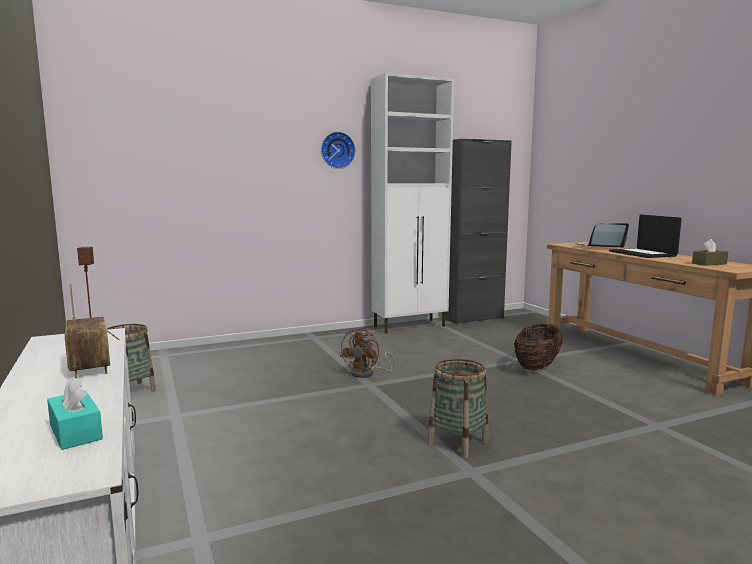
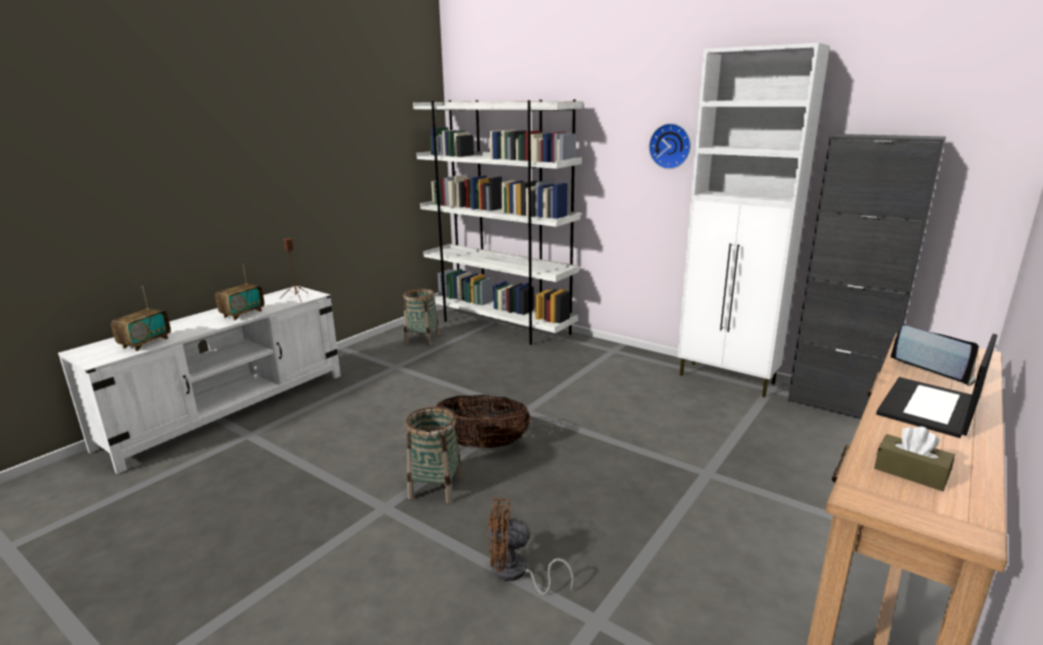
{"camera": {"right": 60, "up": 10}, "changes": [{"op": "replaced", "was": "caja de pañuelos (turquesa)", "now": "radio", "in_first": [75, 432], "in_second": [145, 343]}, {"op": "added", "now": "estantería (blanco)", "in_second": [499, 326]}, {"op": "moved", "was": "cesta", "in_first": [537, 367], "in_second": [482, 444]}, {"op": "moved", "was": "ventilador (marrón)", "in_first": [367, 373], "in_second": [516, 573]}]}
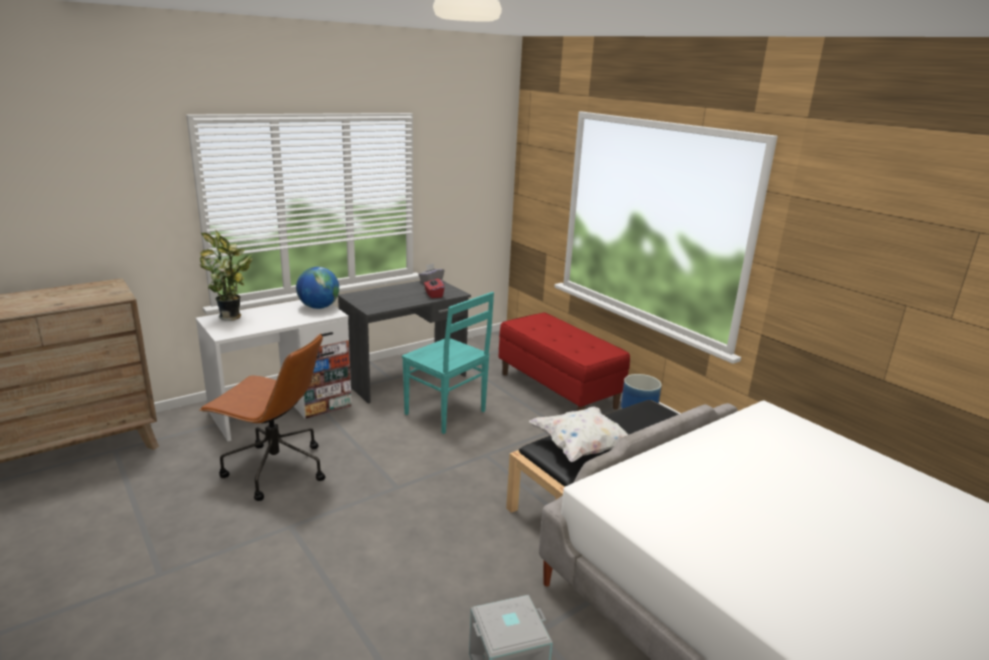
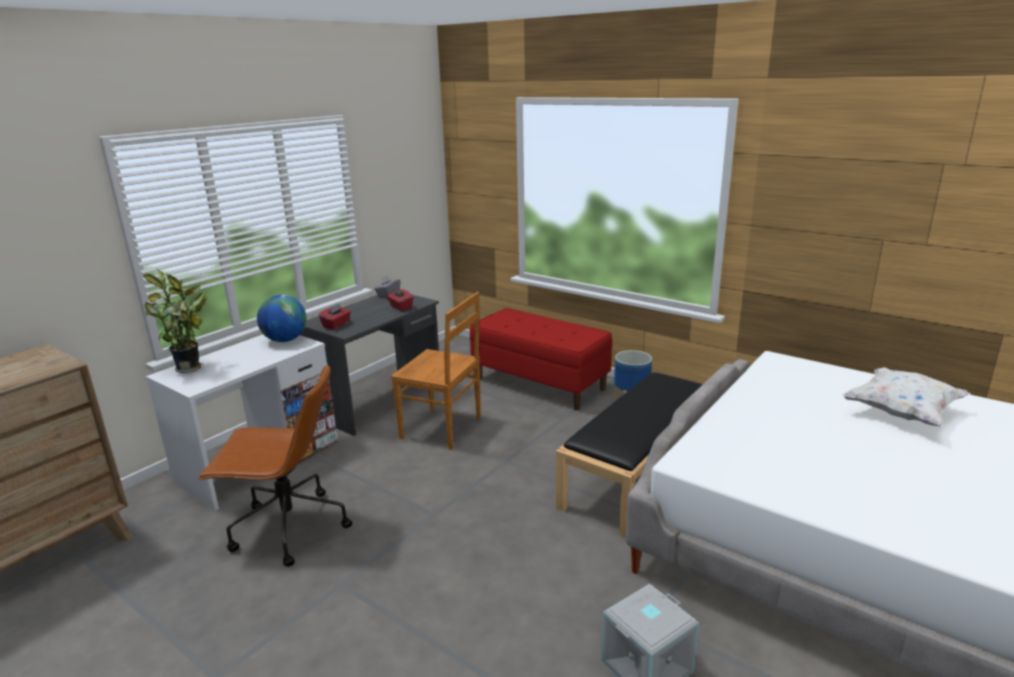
{"camera": {"right": -15, "up": 0}, "changes": [{"op": "added", "now": "caja de pañuelos (rojo)", "in_second": [336, 325]}, {"op": "recoloured", "was": "silla (turquesa)", "now": "silla (marrón)", "in_first": [446, 413], "in_second": [443, 429]}, {"op": "moved", "was": "cojín (blanco)", "in_first": [582, 448], "in_second": [902, 413]}]}
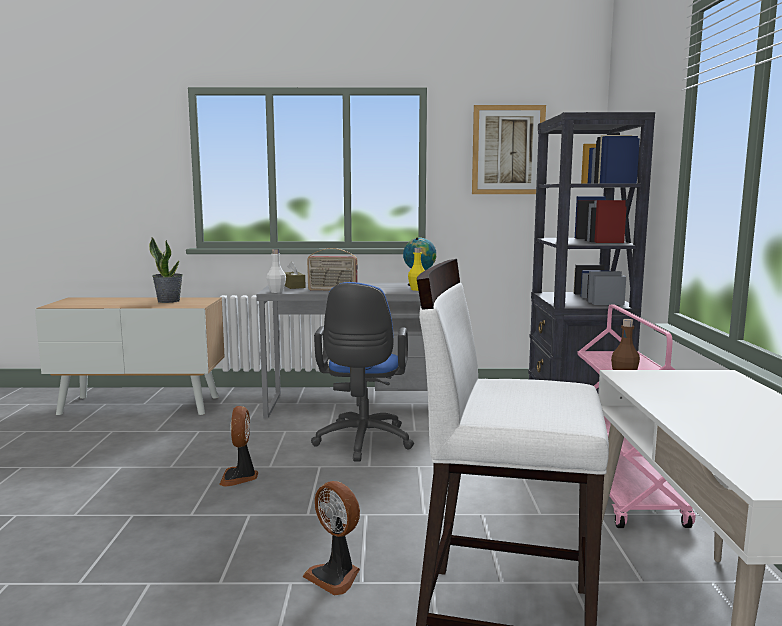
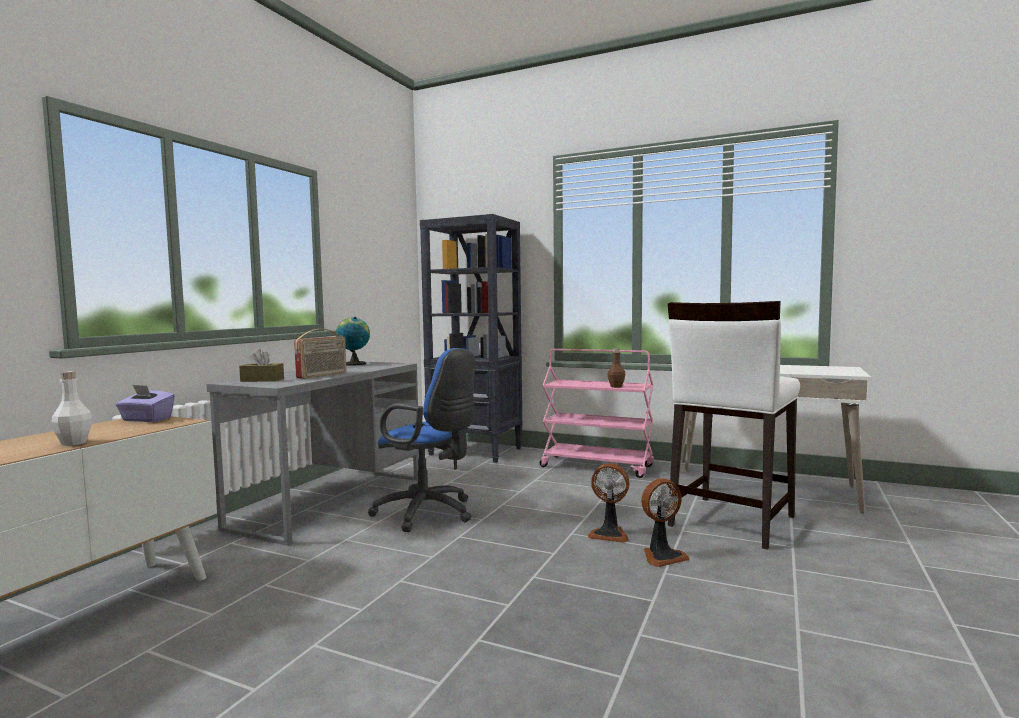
{"camera": {"right": -65, "up": -5}, "changes": [{"op": "moved", "was": "botella (blanco)", "in_first": [276, 292], "in_second": [74, 443]}, {"op": "added", "now": "caja de pañuelos (morado)", "in_second": [146, 419]}, {"op": "moved", "was": "ventilador", "in_first": [240, 477], "in_second": [609, 534]}, {"op": "removed", "was": "planta en maceta", "in_first": [169, 301]}, {"op": "removed", "was": "botella (amarillo)", "in_first": [417, 289]}, {"op": "removed", "was": "cuadro", "in_first": [508, 150]}]}
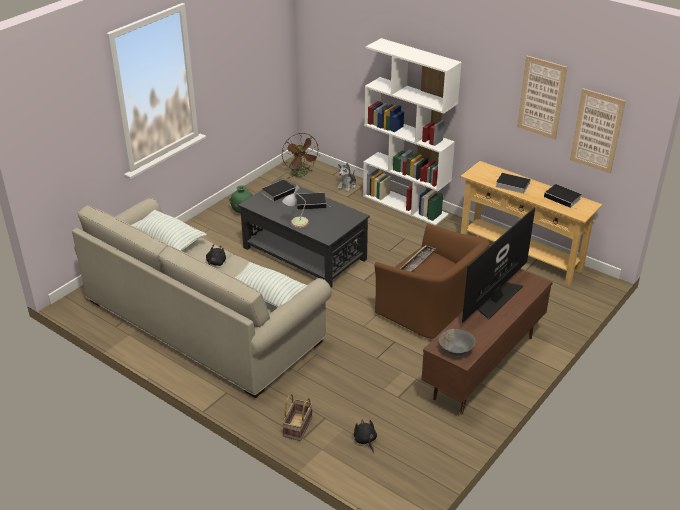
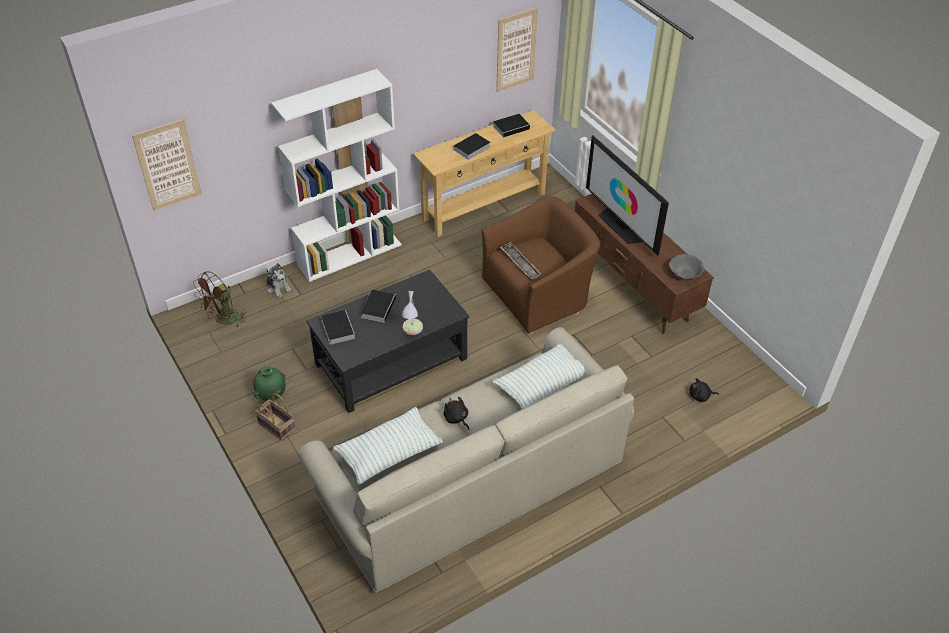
{"camera": {"right": -70, "up": 10}, "changes": [{"op": "moved", "was": "cuadro", "in_first": [541, 97], "in_second": [167, 165]}, {"op": "turned", "was": "ventilador (marrón)", "in_first": [301, 174], "in_second": [224, 320], "clockwise": 135}, {"op": "moved", "was": "cesta", "in_first": [298, 427], "in_second": [278, 426]}]}
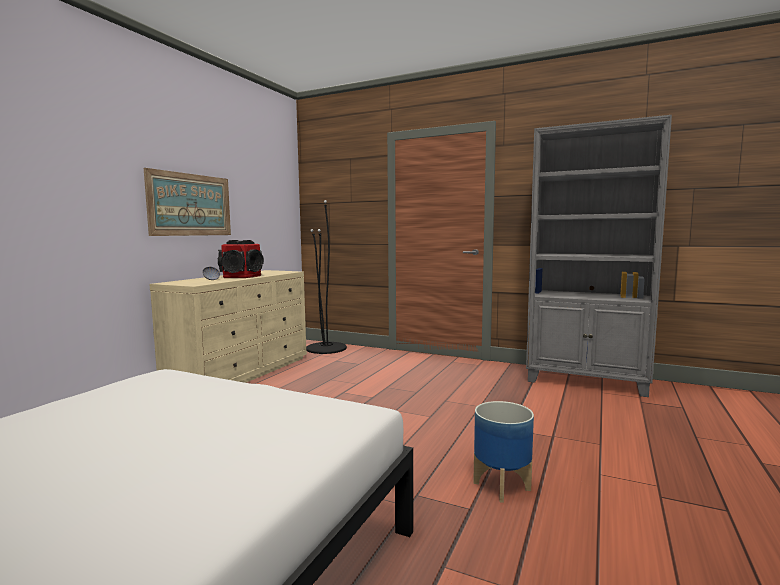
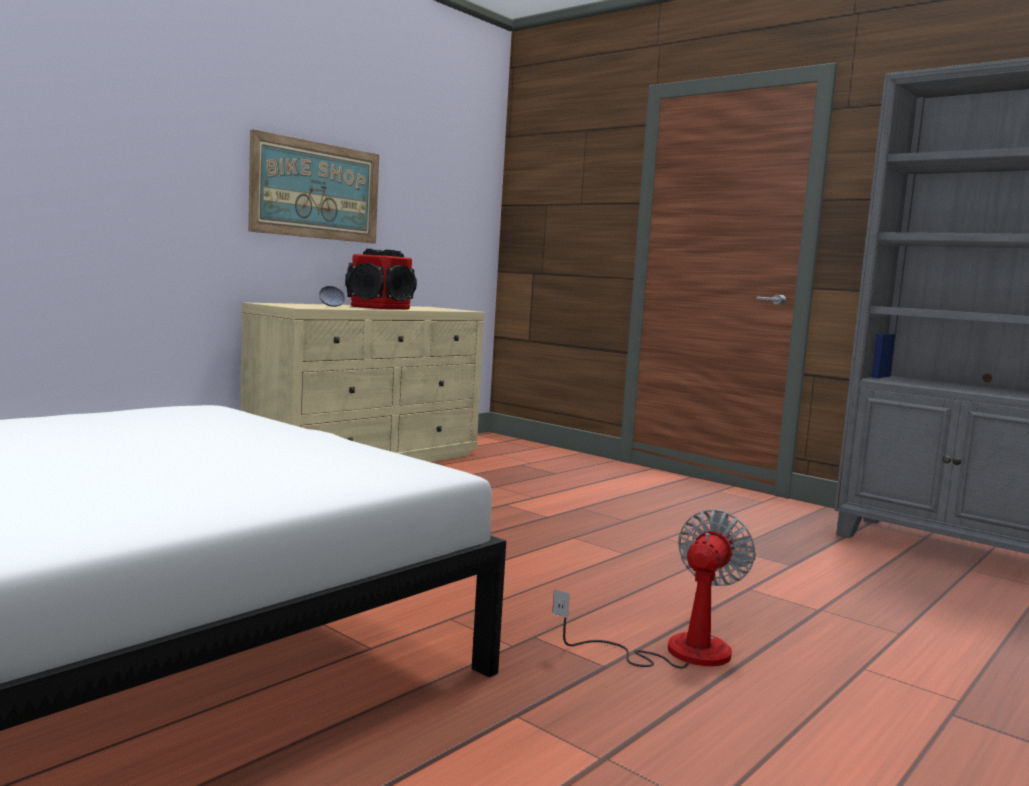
{"camera": {"right": 15, "up": 0}, "changes": [{"op": "replaced", "was": "maceta", "now": "ventilador", "in_first": [501, 486], "in_second": [675, 651]}, {"op": "removed", "was": "lámpara de pie (negro)", "in_first": [326, 348]}]}
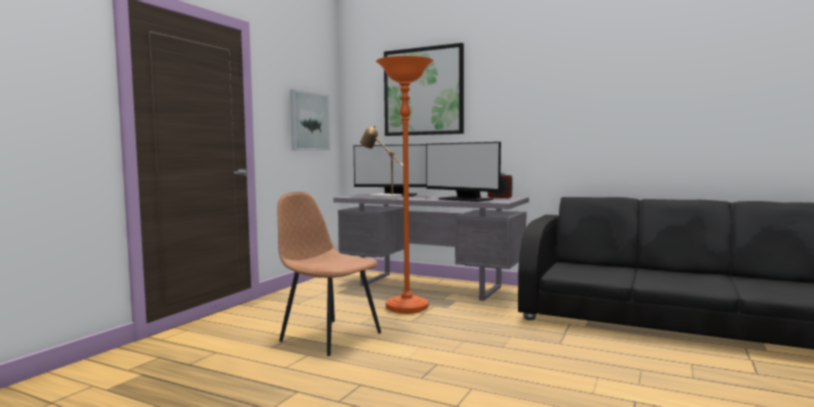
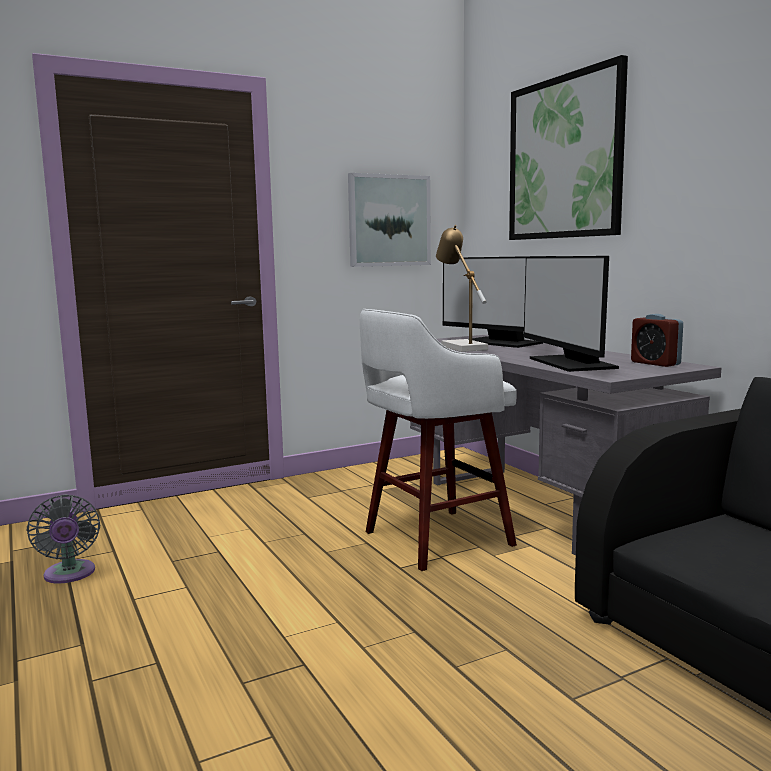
{"camera": {"right": 35, "up": 5}, "changes": [{"op": "added", "now": "ventilador (gris)", "in_second": [69, 575]}, {"op": "replaced", "was": "lámpara de pie (naranja)", "now": "taburete (blanco)", "in_first": [407, 307], "in_second": [433, 539]}, {"op": "removed", "was": "silla (marrón)", "in_first": [329, 336]}]}
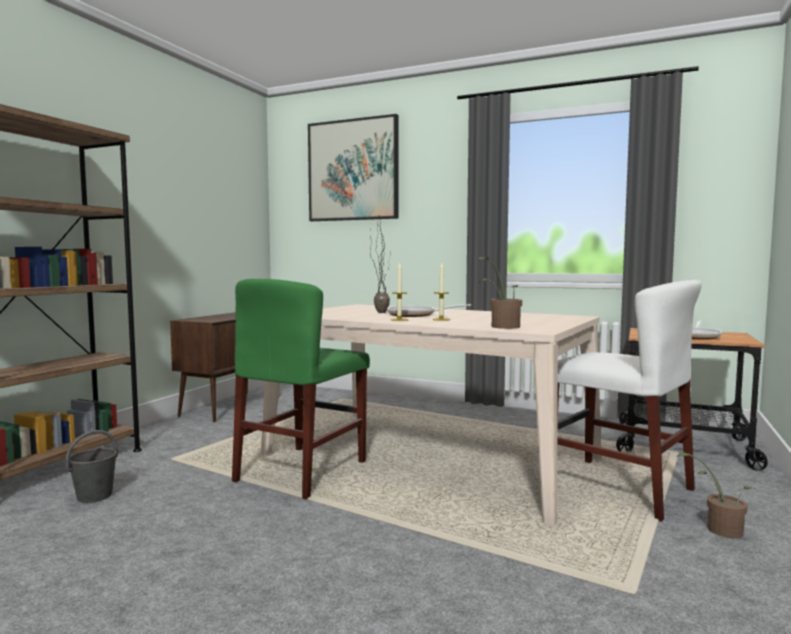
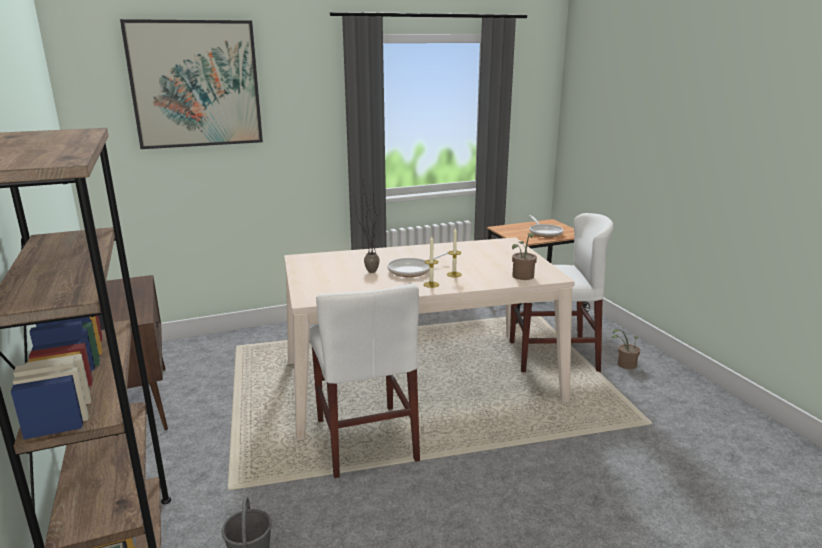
{"camera": {"right": -45, "up": 15}, "changes": [{"op": "recoloured", "was": "silla (verde)", "now": "silla (blanco)", "in_first": [302, 471], "in_second": [365, 439]}]}
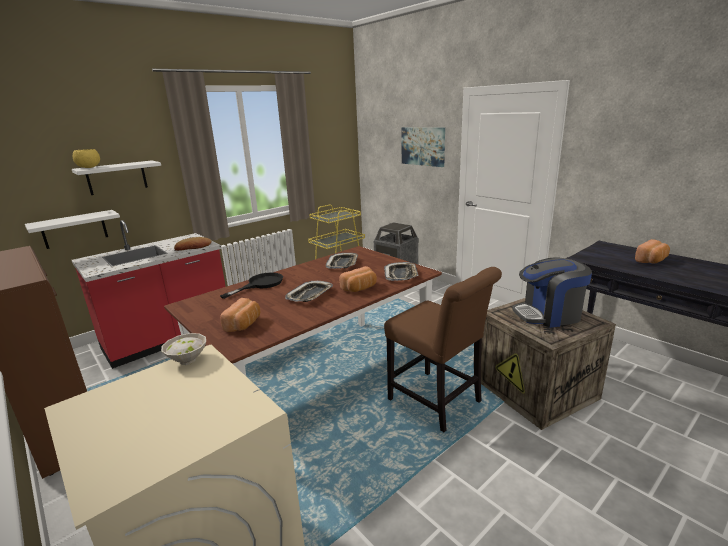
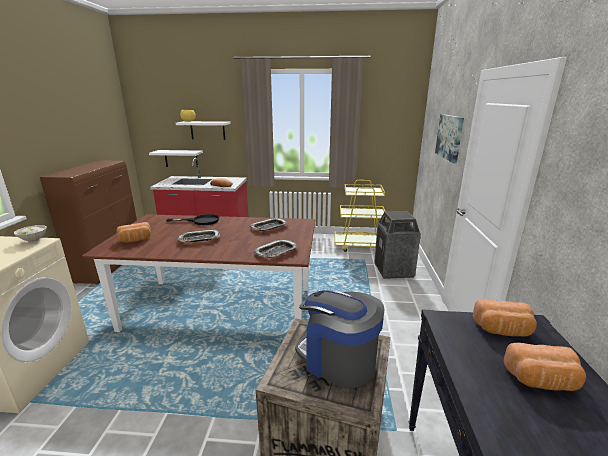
{"camera": {"right": 45, "up": 0}, "changes": [{"op": "moved", "was": "pan", "in_first": [360, 288], "in_second": [502, 330]}, {"op": "removed", "was": "silla (marrón)", "in_first": [438, 403]}]}
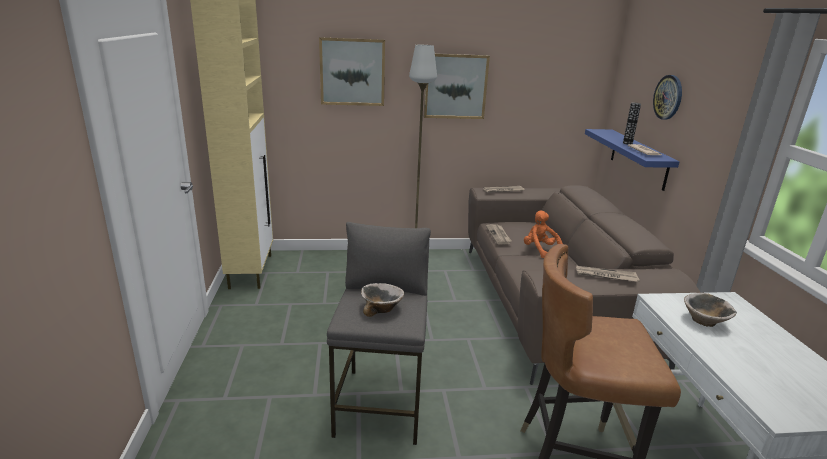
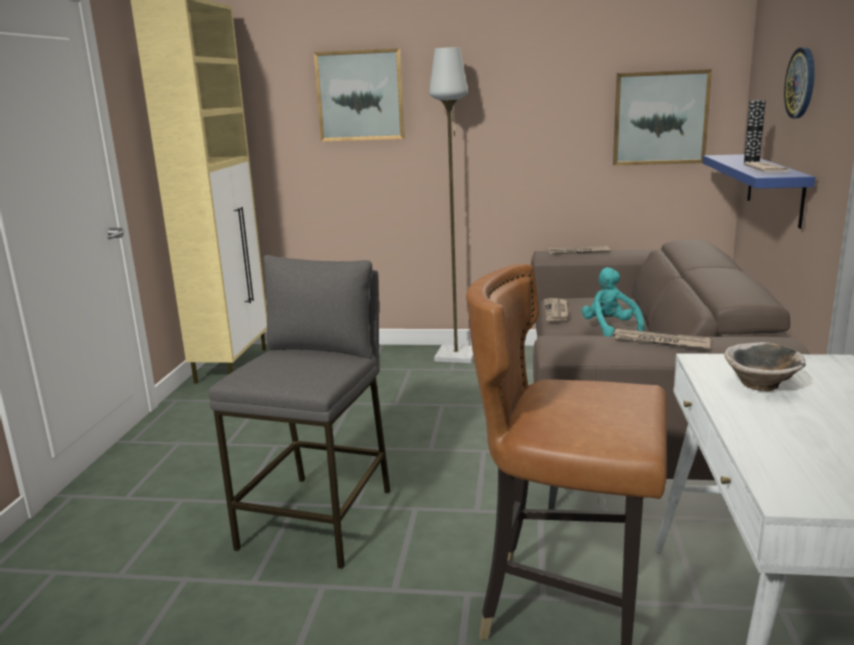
{"camera": {"right": 15, "up": -5}, "changes": [{"op": "recoloured", "was": "peluche (naranja)", "now": "peluche (turquesa)", "in_first": [540, 250], "in_second": [610, 328]}, {"op": "moved", "was": "cuadro", "in_first": [455, 86], "in_second": [660, 118]}, {"op": "removed", "was": "cuenco", "in_first": [381, 308]}]}
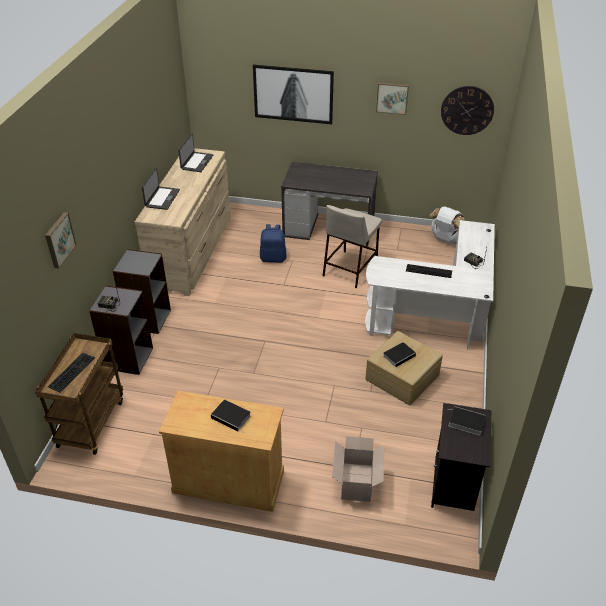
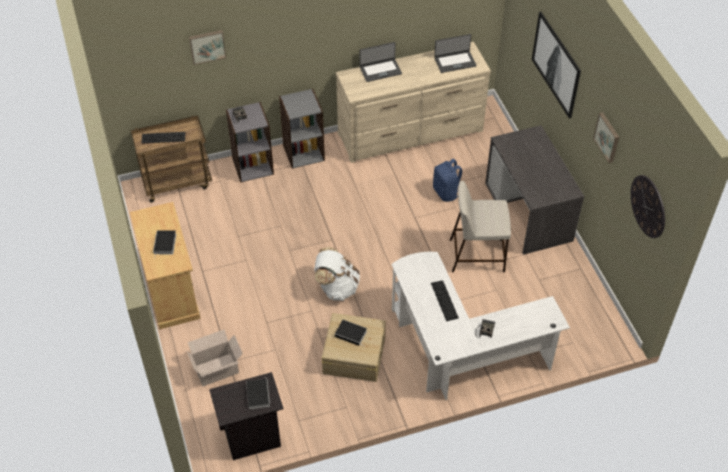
{"camera": {"right": 60, "up": 10}, "changes": [{"op": "moved", "was": "mochila (blanco)", "in_first": [447, 240], "in_second": [337, 287]}]}
